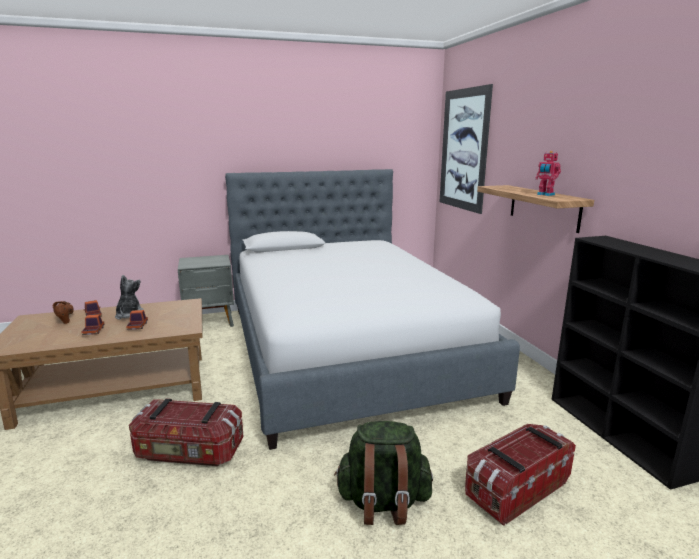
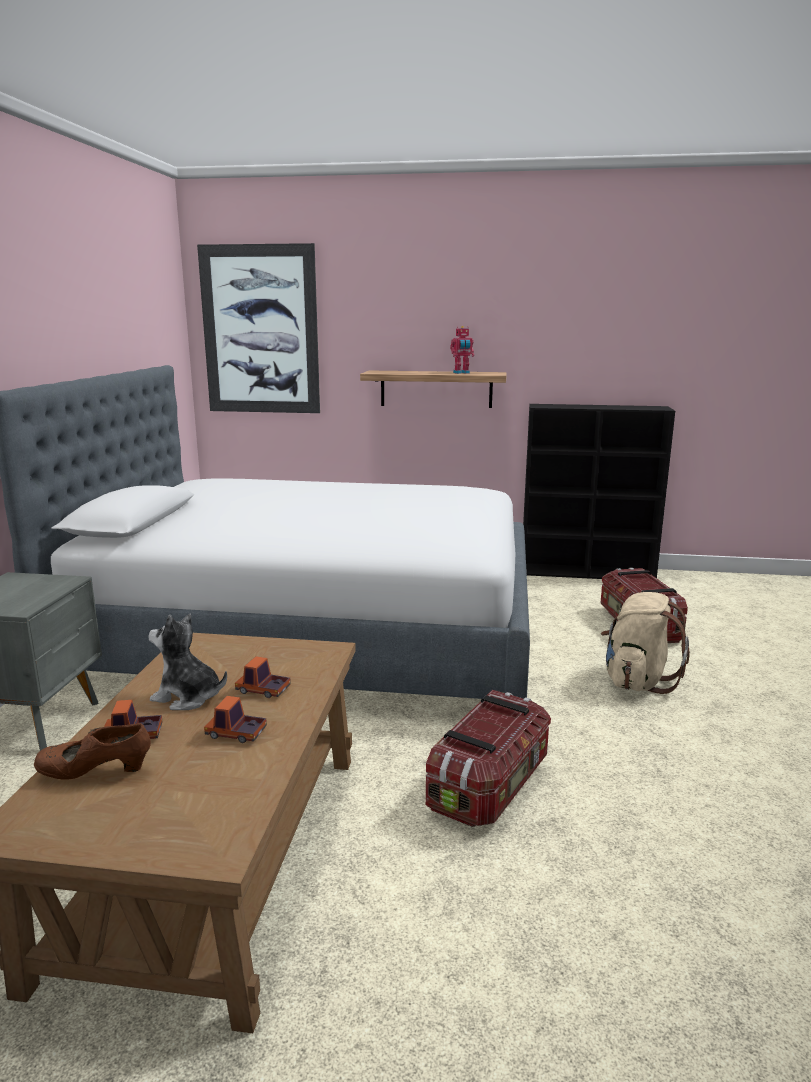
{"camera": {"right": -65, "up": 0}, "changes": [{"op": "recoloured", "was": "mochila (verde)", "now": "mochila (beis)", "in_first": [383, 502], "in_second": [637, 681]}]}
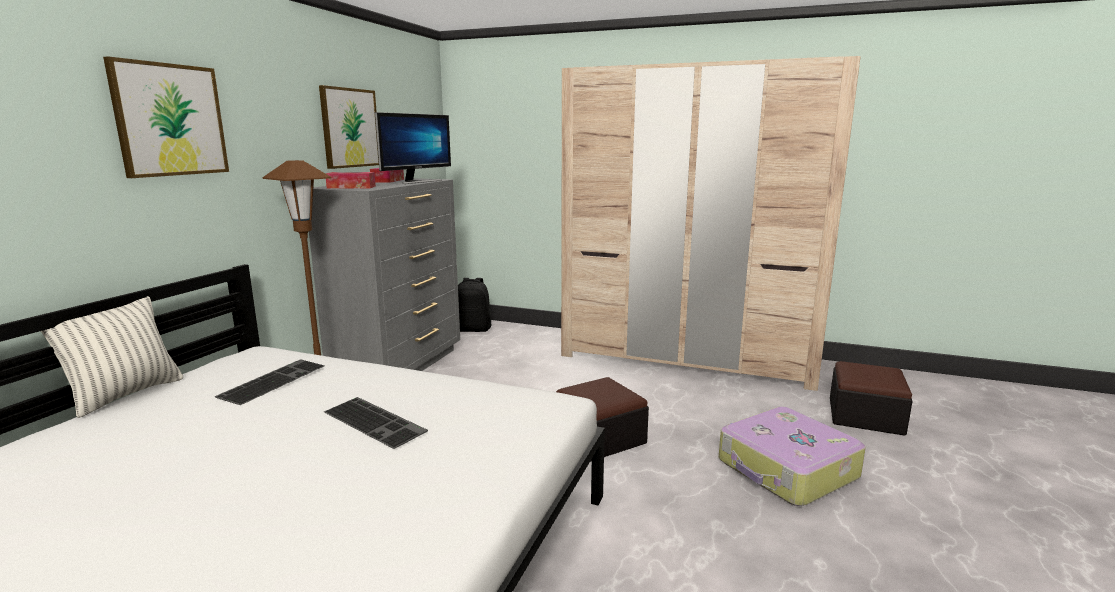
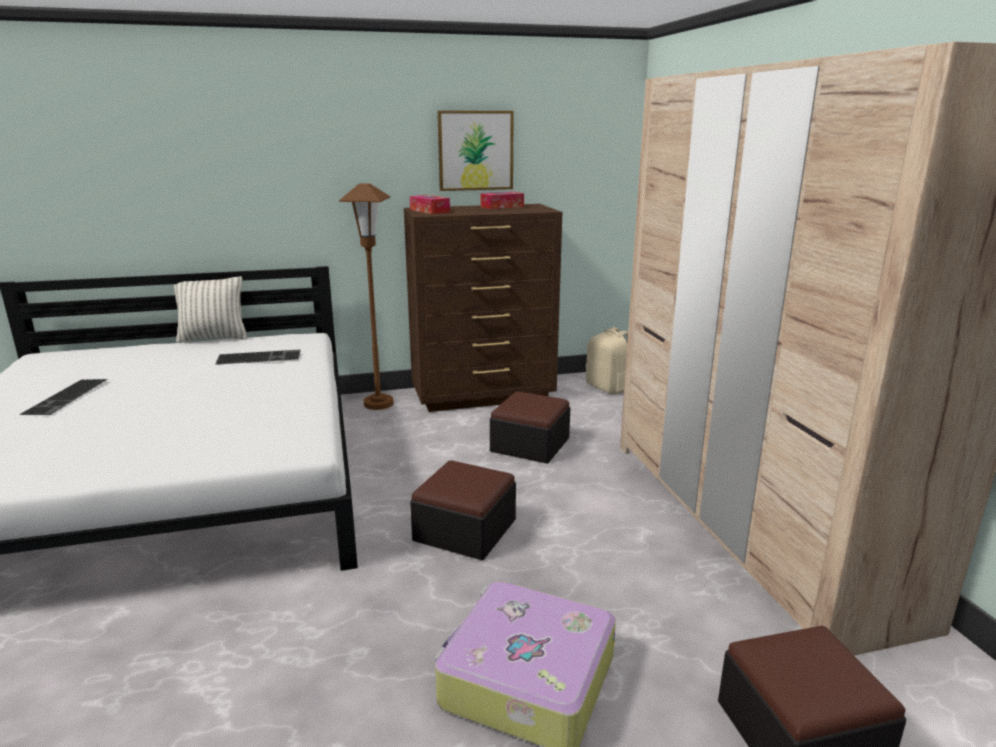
{"camera": {"right": 55, "up": 5}, "changes": [{"op": "moved", "was": "teclado", "in_first": [376, 421], "in_second": [67, 397]}, {"op": "recoloured", "was": "cómoda (gris)", "now": "cómoda (marrón)", "in_first": [401, 366], "in_second": [484, 395]}, {"op": "added", "now": "puf", "in_second": [530, 445]}, {"op": "recoloured", "was": "mochila (negro)", "now": "mochila (beis)", "in_first": [473, 329], "in_second": [608, 388]}, {"op": "removed", "was": "cuadro", "in_first": [170, 120]}, {"op": "removed", "was": "monitor", "in_first": [417, 181]}]}
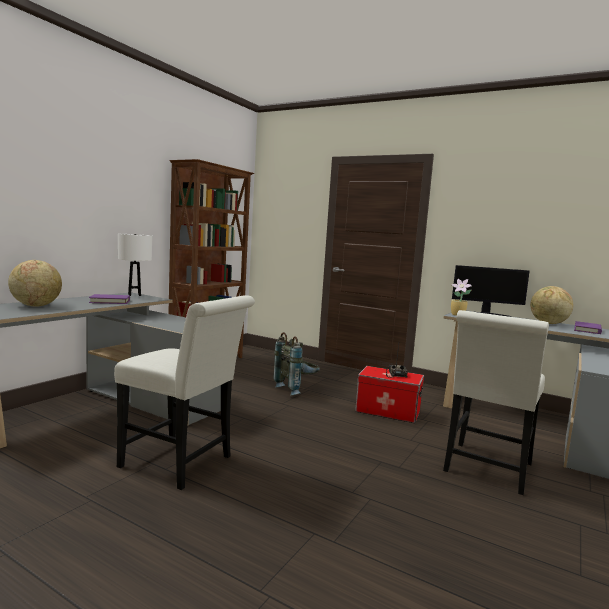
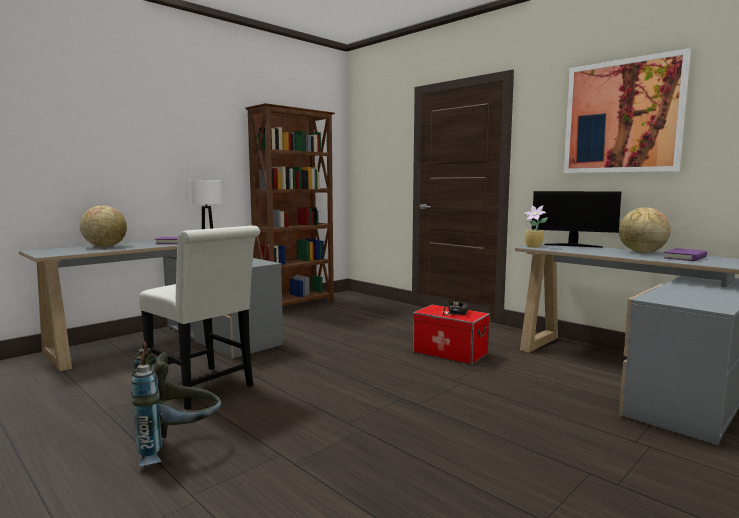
{"camera": {"right": 15, "up": 0}, "changes": [{"op": "moved", "was": "mochila (gris)", "in_first": [296, 389], "in_second": [178, 447]}, {"op": "added", "now": "cuadro", "in_second": [622, 117]}, {"op": "removed", "was": "silla (blanco)", "in_first": [486, 470]}]}
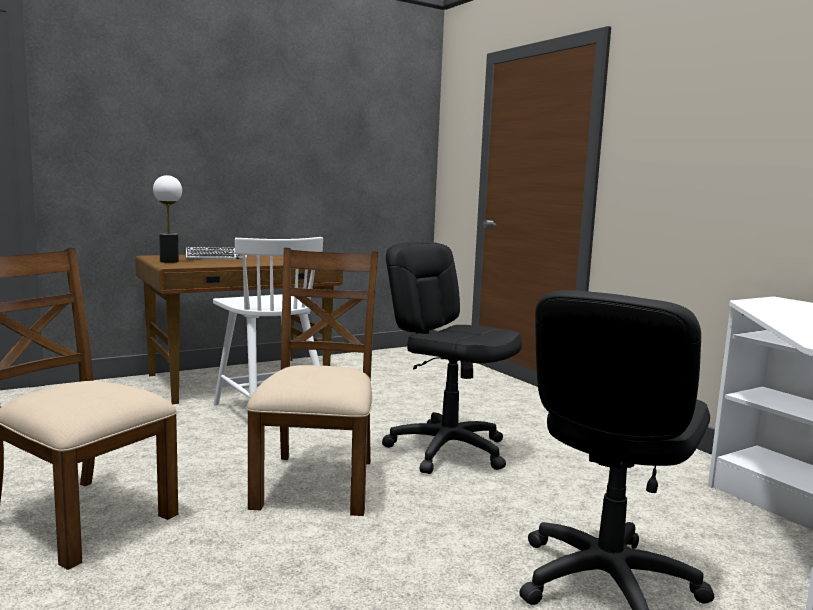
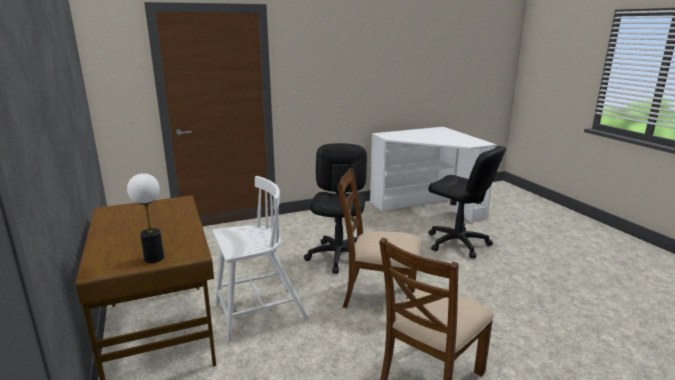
{"camera": {"right": -80, "up": 10}, "changes": [{"op": "turned", "was": "silla de oficina (negro)", "in_first": [448, 450], "in_second": [339, 256], "clockwise": 135}, {"op": "removed", "was": "teclado", "in_first": [216, 257]}]}
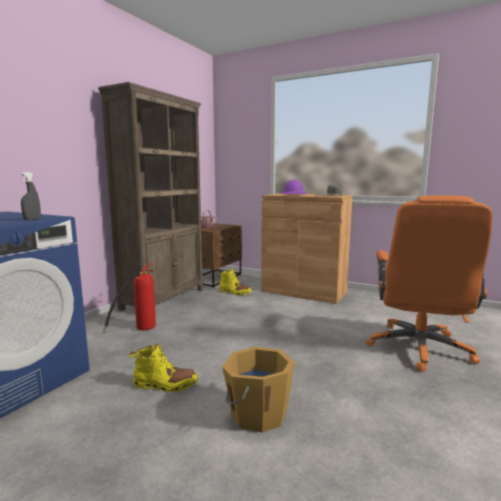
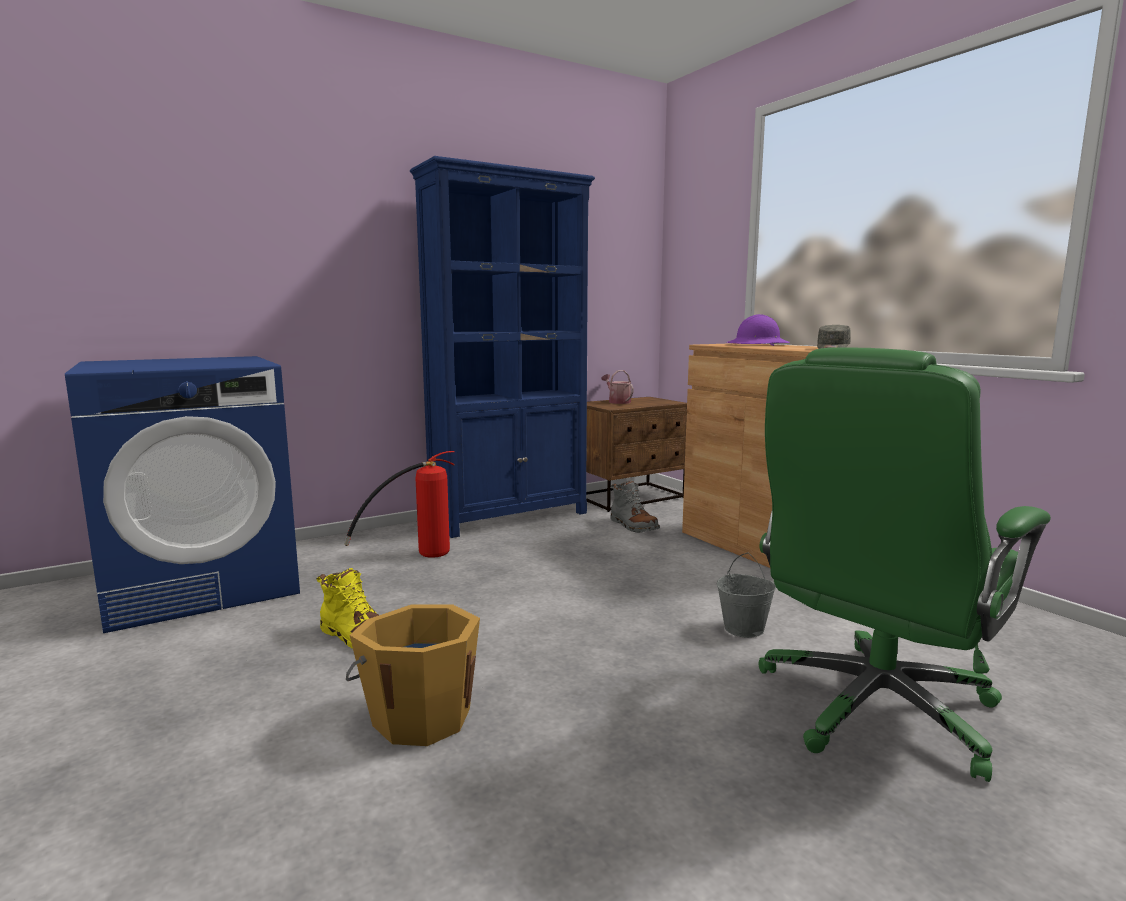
{"camera": {"right": 30, "up": 0}, "changes": [{"op": "recoloured", "was": "estantería (marrón)", "now": "estantería (azul)", "in_first": [164, 299], "in_second": [510, 517]}, {"op": "recoloured", "was": "bota (amarillo)", "now": "bota (gris)", "in_first": [234, 292], "in_second": [633, 526]}, {"op": "added", "now": "cubo (gris)", "in_second": [744, 629]}, {"op": "recoloured", "was": "silla de oficina (naranja)", "now": "silla de oficina (verde)", "in_first": [419, 348], "in_second": [874, 708]}, {"op": "removed", "was": "pulverizador (gris)", "in_first": [32, 219]}]}
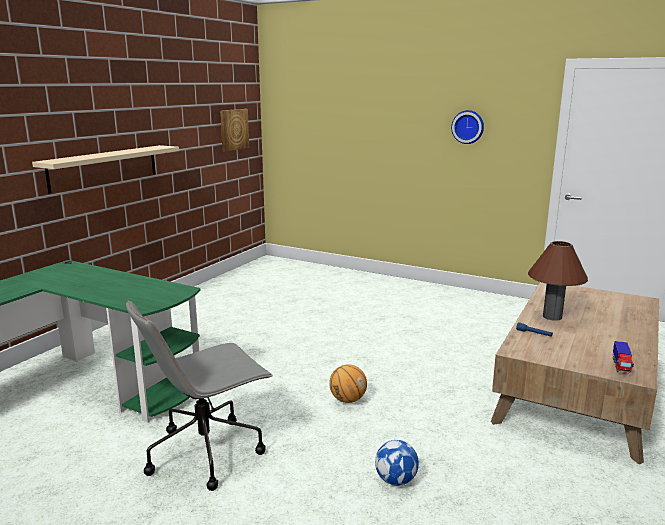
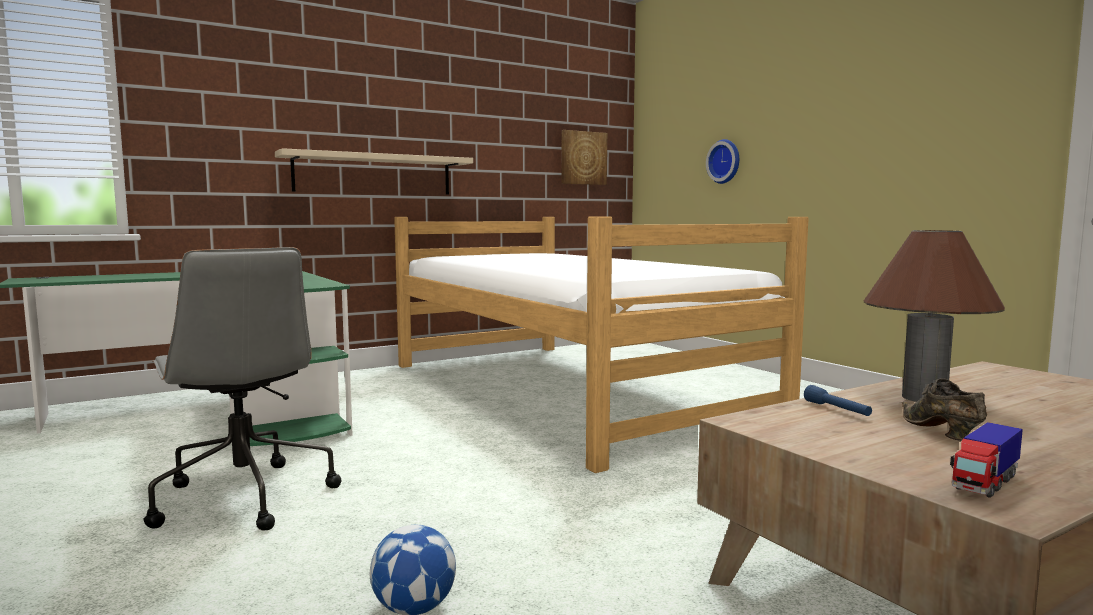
{"camera": {"right": 30, "up": -10}, "changes": [{"op": "turned", "was": "silla de oficina (gris)", "in_first": [207, 452], "in_second": [243, 497], "clockwise": -120}, {"op": "added", "now": "cama", "in_second": [565, 390]}, {"op": "moved", "was": "reloj de pared", "in_first": [468, 127], "in_second": [725, 161]}, {"op": "added", "now": "zapato (marrón)", "in_second": [940, 431]}, {"op": "removed", "was": "balón de baloncesto", "in_first": [347, 400]}]}
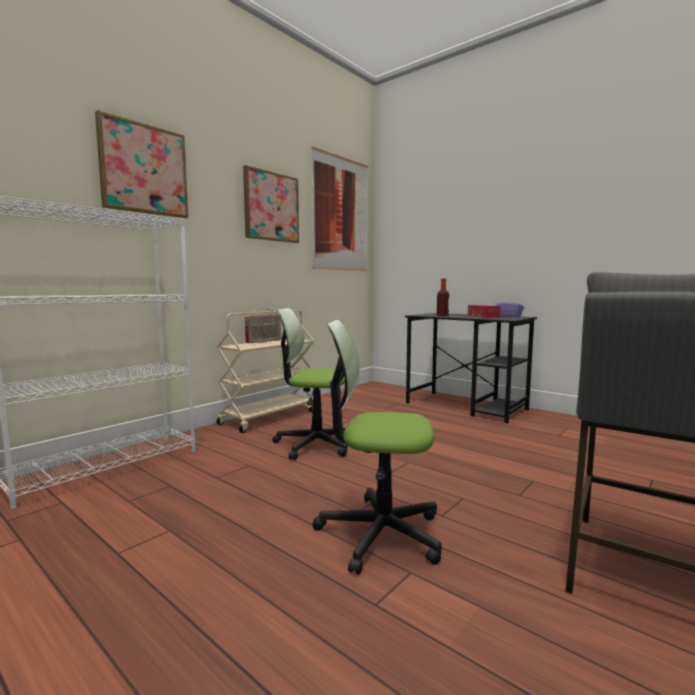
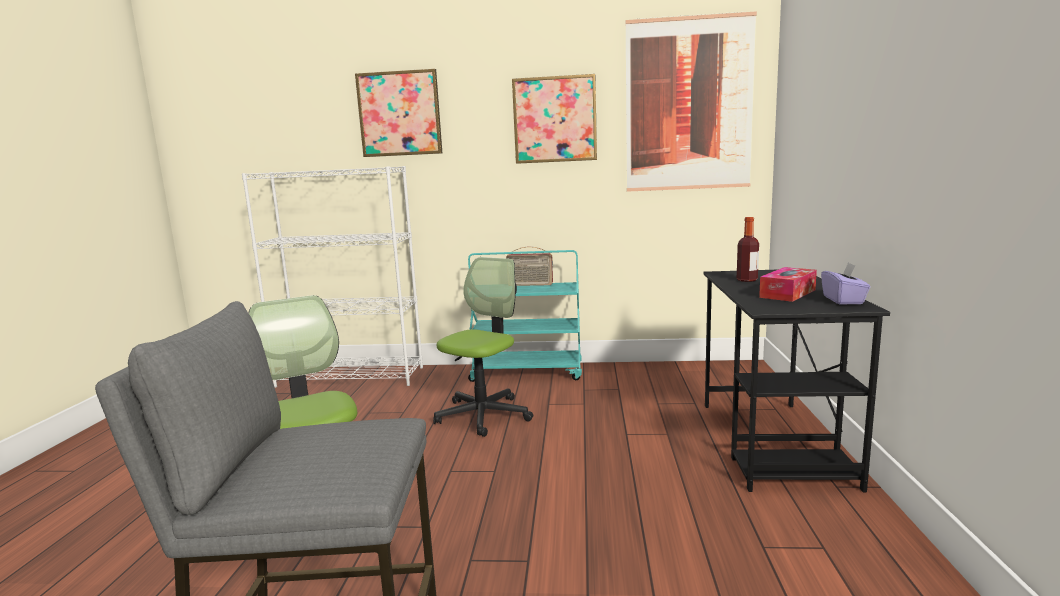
{"camera": {"right": 55, "up": 5}, "changes": [{"op": "turned", "was": "silla de oficina", "in_first": [314, 444], "in_second": [483, 415], "clockwise": 60}, {"op": "recoloured", "was": "carrito (beis)", "now": "carrito (turquesa)", "in_first": [269, 417], "in_second": [528, 372]}]}
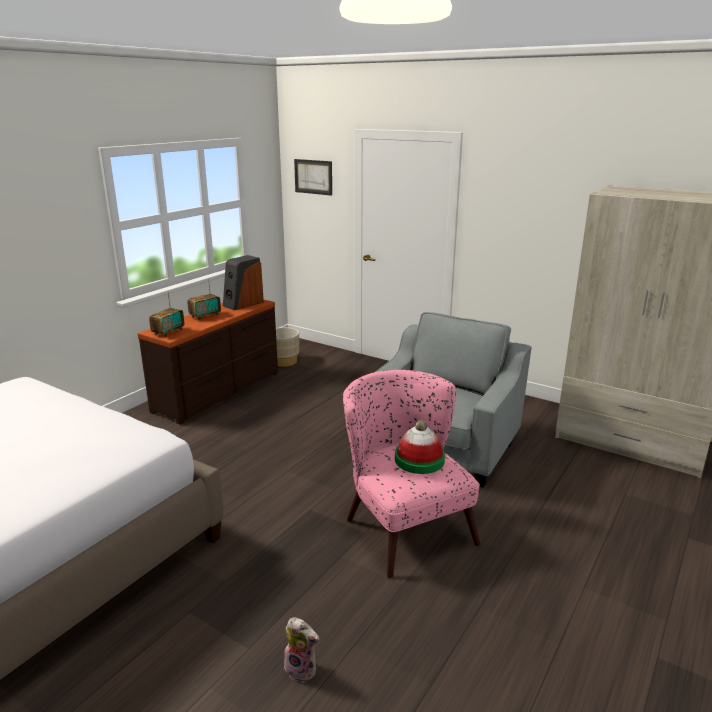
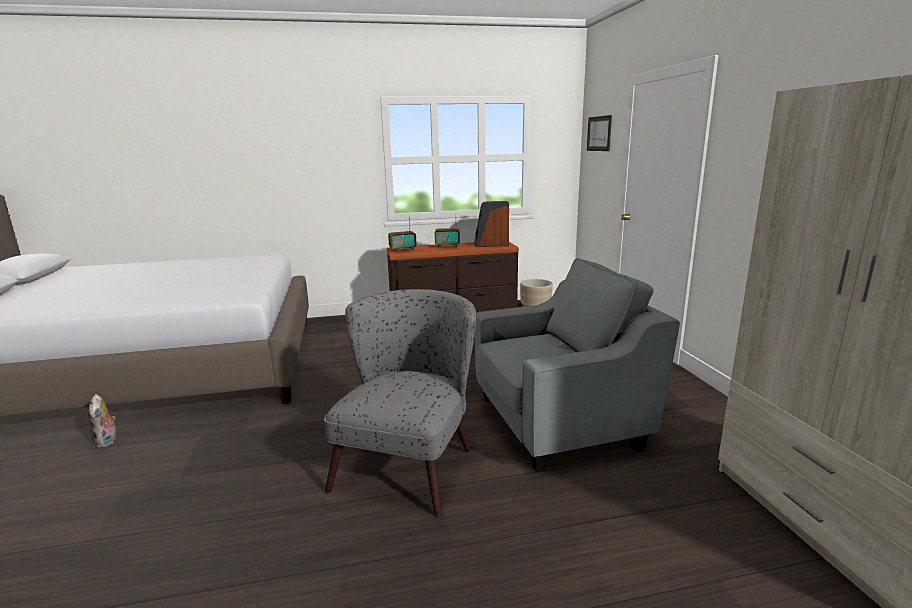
{"camera": {"right": 45, "up": -5}, "changes": [{"op": "moved", "was": "peluche", "in_first": [302, 669], "in_second": [107, 442]}, {"op": "recoloured", "was": "sillón (rosa)", "now": "sillón (gris)", "in_first": [403, 524], "in_second": [411, 461]}, {"op": "removed", "was": "sombrero", "in_first": [419, 460]}]}
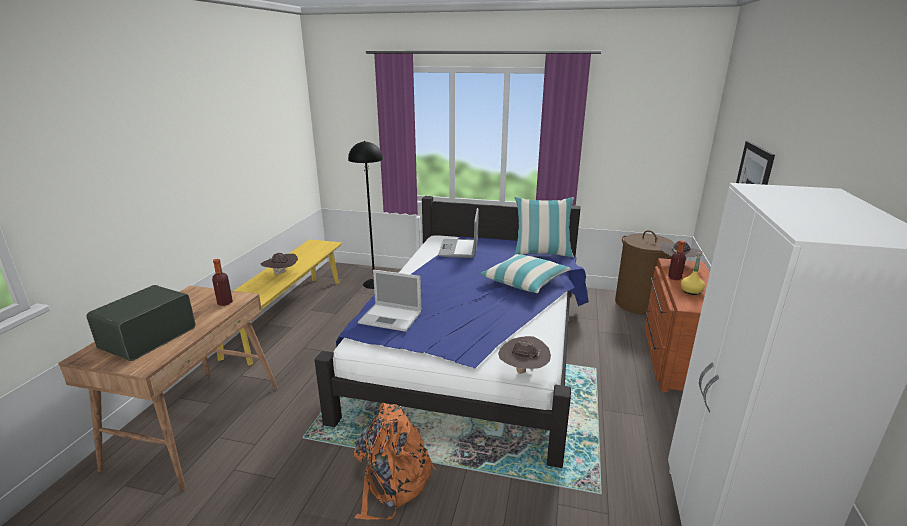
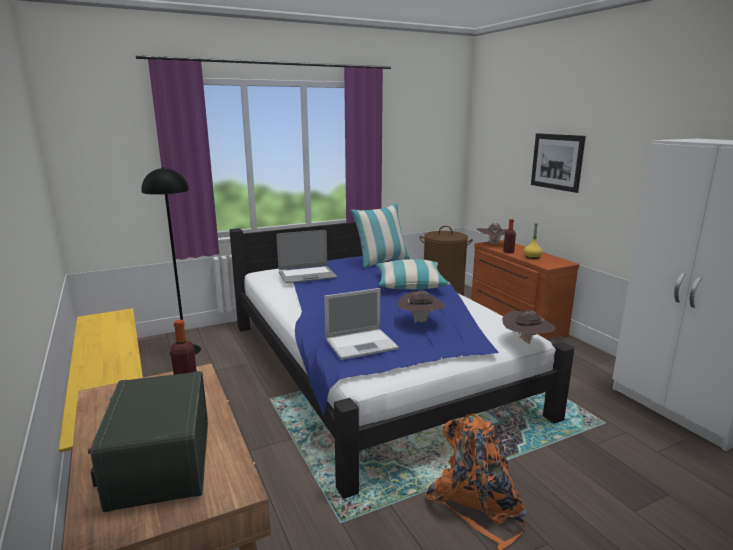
{"camera": {"right": -40, "up": -5}, "changes": [{"op": "turned", "was": "portátil", "in_first": [459, 249], "in_second": [307, 275], "clockwise": -75}, {"op": "moved", "was": "sombrero (marrón)", "in_first": [281, 274], "in_second": [420, 321]}]}
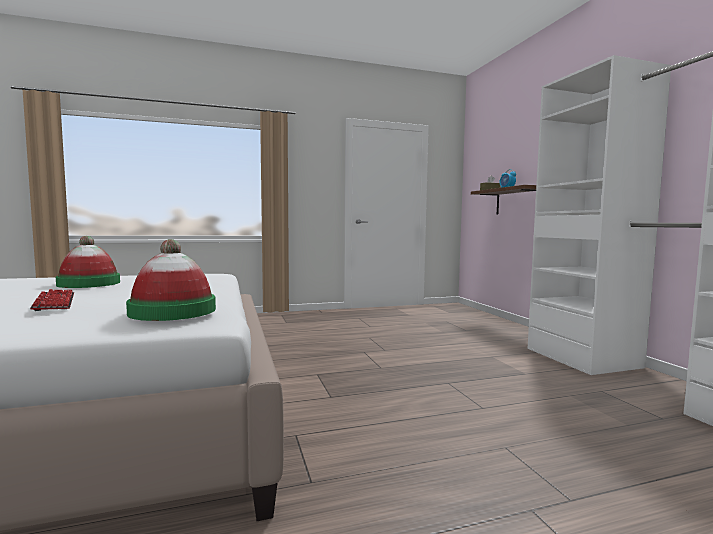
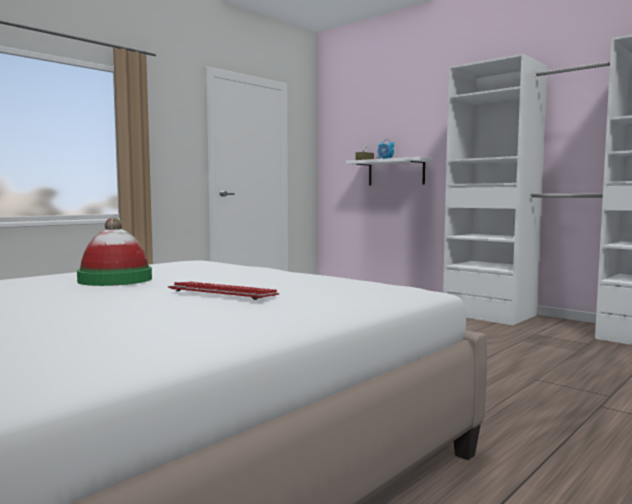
{"camera": {"right": -30, "up": 0}, "changes": [{"op": "recoloured", "was": "estante (marrón)", "now": "estante (blanco)", "in_first": [518, 201], "in_second": [396, 172]}, {"op": "removed", "was": "sombrero", "in_first": [173, 311]}]}
